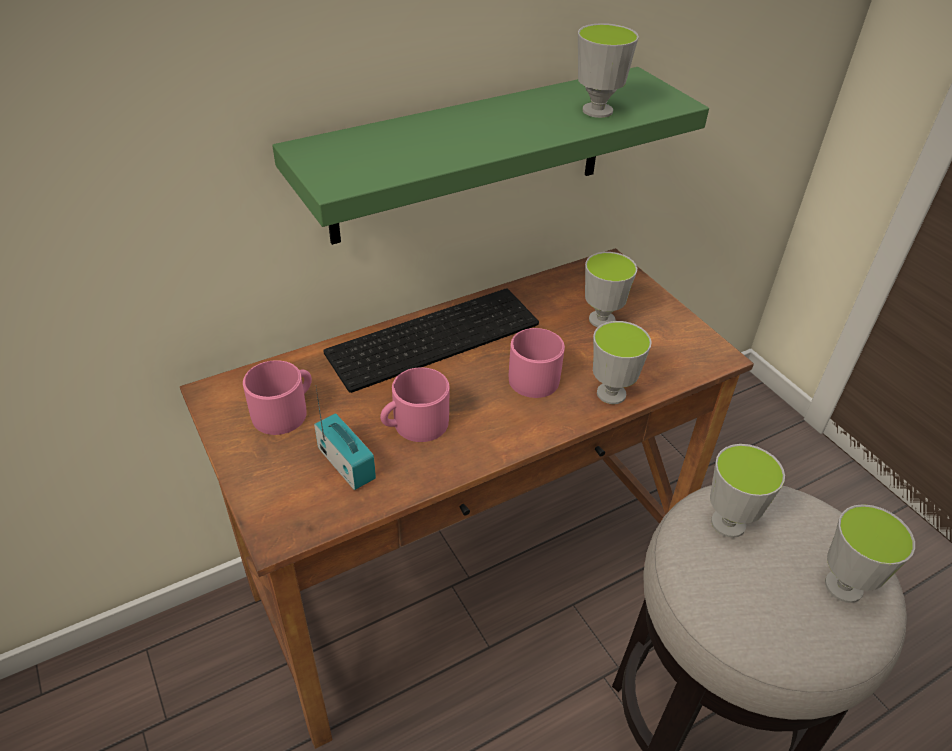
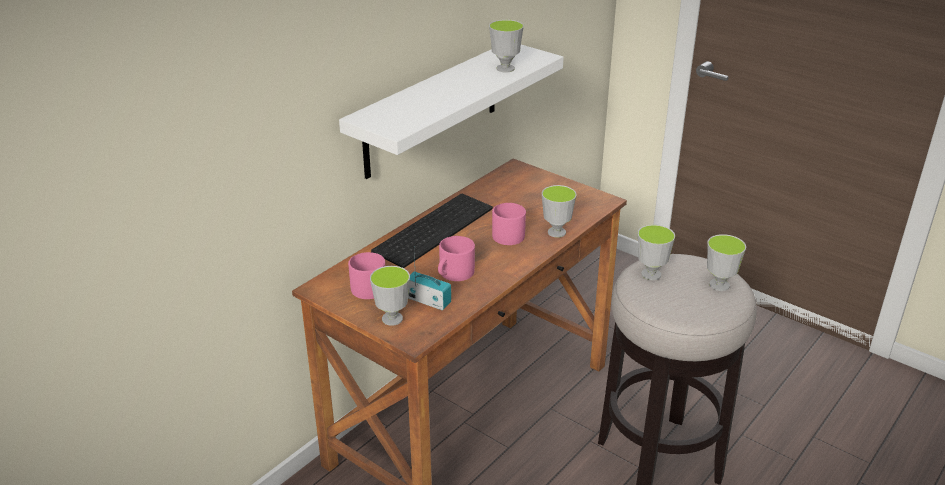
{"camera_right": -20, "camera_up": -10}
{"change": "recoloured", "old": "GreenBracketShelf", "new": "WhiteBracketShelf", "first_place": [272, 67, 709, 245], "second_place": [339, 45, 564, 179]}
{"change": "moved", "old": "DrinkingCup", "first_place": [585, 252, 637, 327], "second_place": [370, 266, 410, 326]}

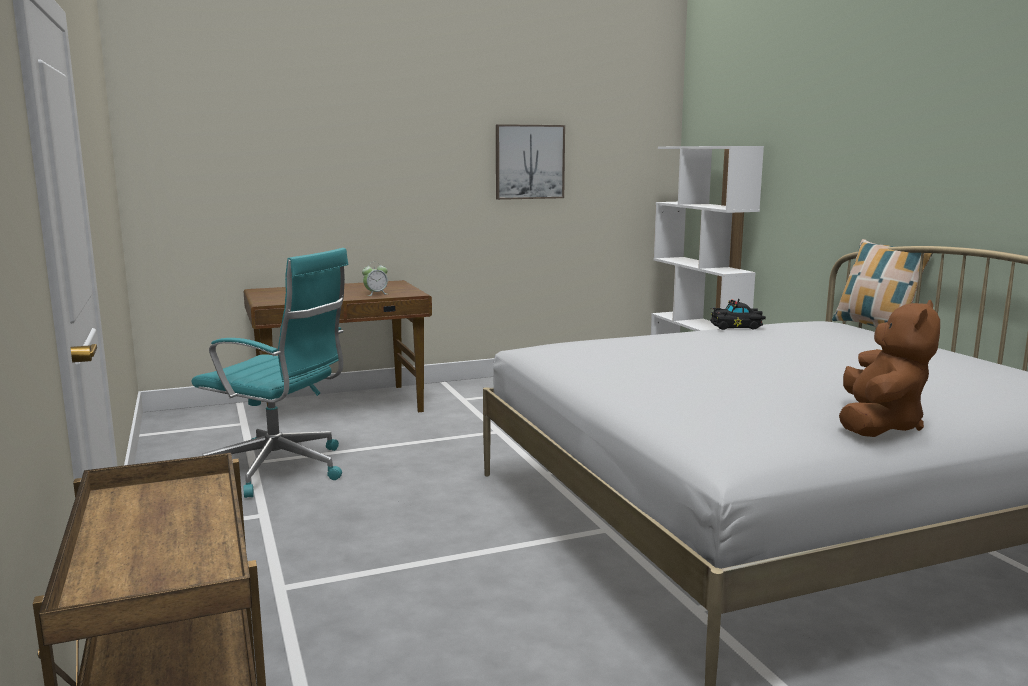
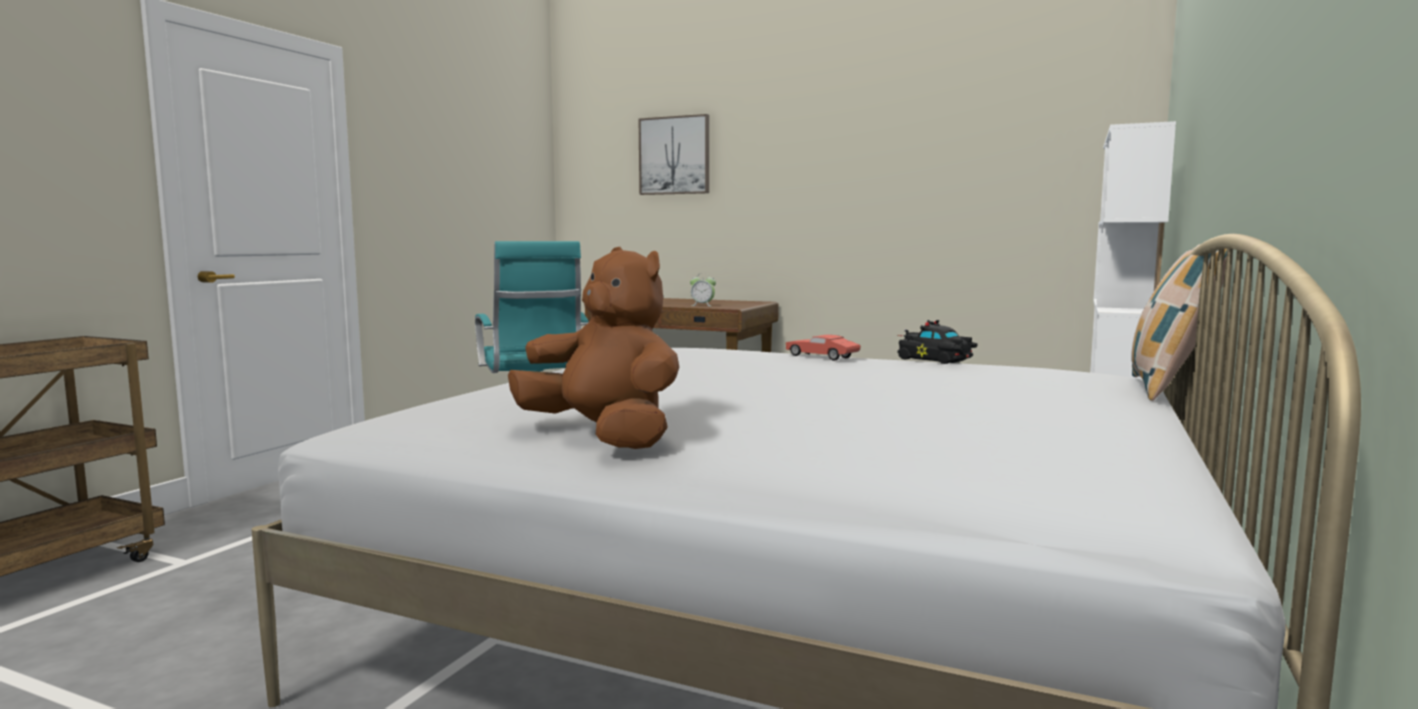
{"camera_right": 45, "camera_up": -5}
{"change": "turned", "old": "BrownishPlushToy", "first_place": [839, 300, 940, 437], "second_place": [508, 247, 679, 449], "degrees": -120}
{"change": "moved", "old": "Picture", "first_place": [496, 124, 565, 200], "second_place": [639, 114, 709, 195]}
{"change": "added", "new": "RedColouredMiniatureCar", "second_place": [786, 335, 861, 361]}

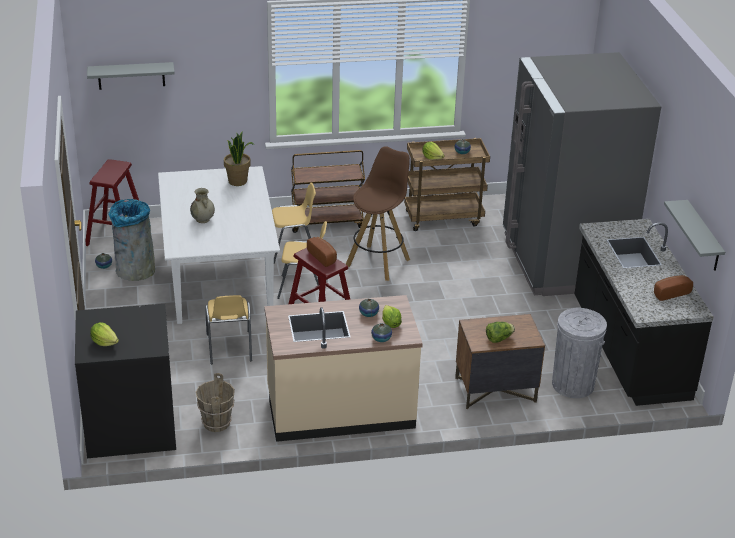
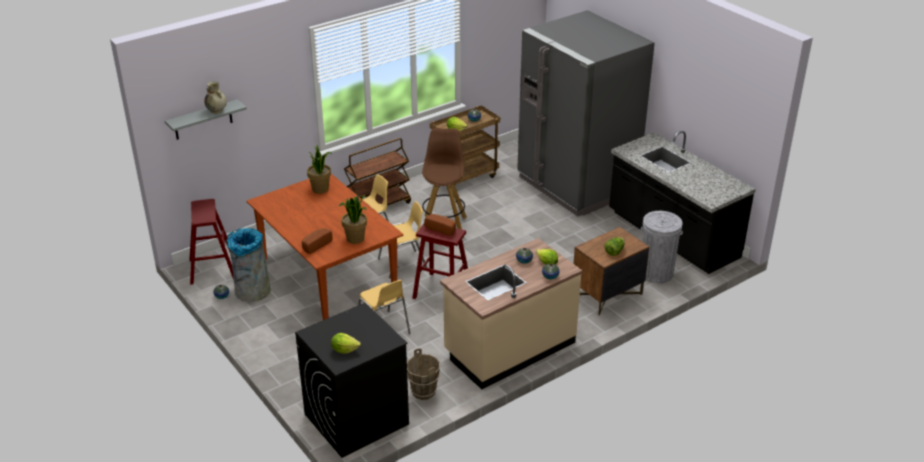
{"camera_right": -25, "camera_up": 0}
{"change": "moved", "old": "BeigeColouredFlowerVase", "first_place": [190, 188, 215, 223], "second_place": [204, 81, 227, 114]}
{"change": "recoloured", "old": "WhiteDiningTable", "new": "BrownishDiningTable", "first_place": [158, 166, 280, 324], "second_place": [247, 174, 403, 320]}
{"change": "moved", "old": "Bread", "first_place": [654, 275, 693, 301], "second_place": [302, 228, 333, 254]}
{"change": "added", "new": "Houseplant", "second_place": [339, 195, 367, 244]}
{"change": "removed", "old": "GreyishBracketShelf", "first_place": [664, 200, 725, 271]}

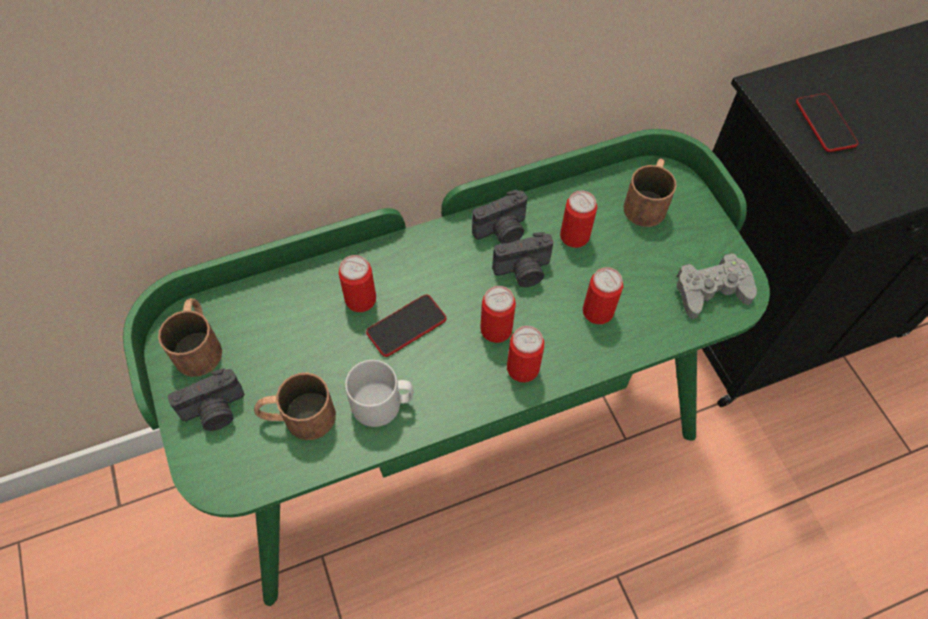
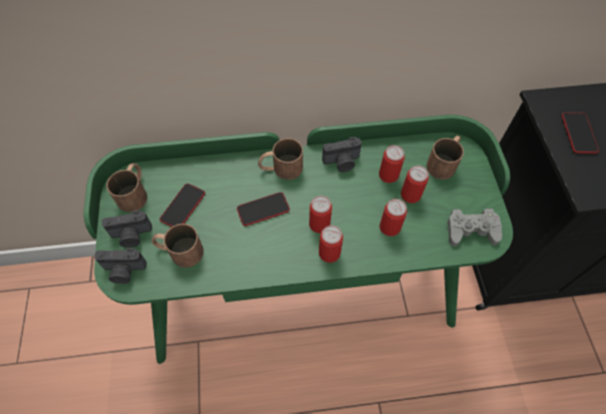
{"camera_right": 15, "camera_up": 0}
{"change": "moved", "old": "PhotoCamera", "first_place": [492, 232, 554, 287], "second_place": [94, 248, 147, 284]}
{"change": "added", "new": "Phone", "second_place": [160, 183, 205, 227]}
{"change": "added", "new": "BrownishMug", "second_place": [258, 138, 303, 180]}
{"change": "moved", "old": "Can", "first_place": [339, 255, 376, 312], "second_place": [401, 166, 429, 203]}
{"change": "removed", "old": "GreyishMug", "first_place": [345, 360, 414, 427]}

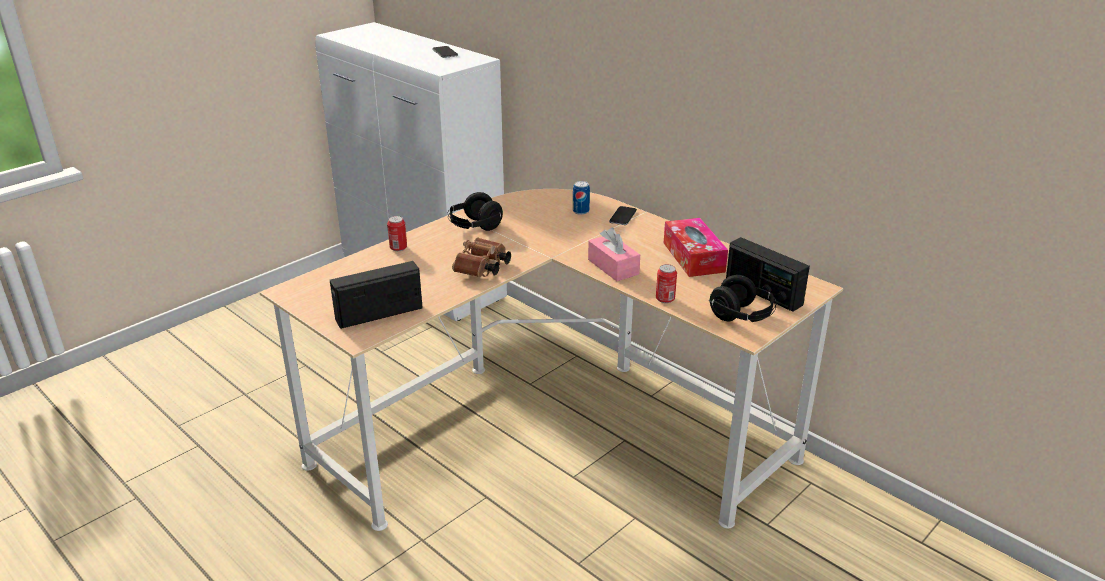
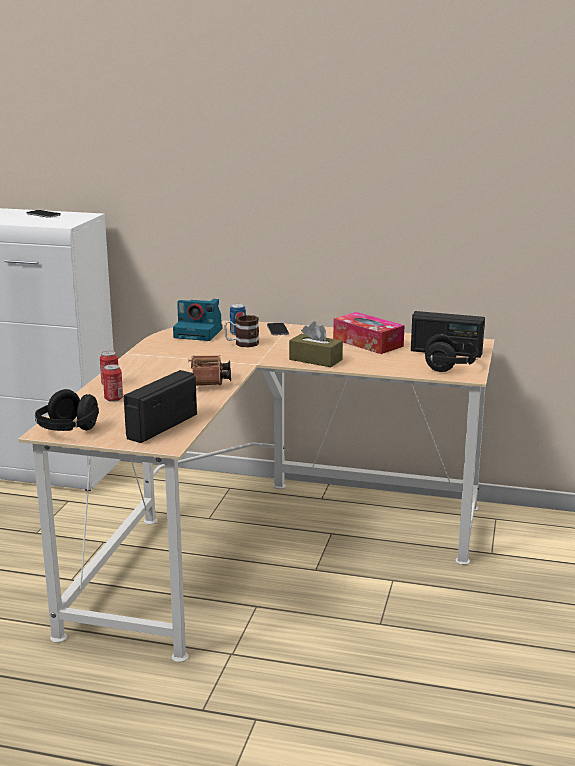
{"camera_right": -30, "camera_up": -10}
{"change": "moved", "old": "BlackColouredHeadset", "first_place": [448, 192, 503, 231], "second_place": [35, 389, 99, 431]}
{"change": "moved", "old": "Can", "first_place": [656, 264, 677, 303], "second_place": [103, 364, 123, 402]}
{"change": "added", "new": "PhotoCamera", "second_place": [173, 299, 223, 341]}
{"change": "added", "new": "Mug", "second_place": [224, 315, 259, 347]}
{"change": "recoloured", "old": "PinkColouredBoxOfTissues", "new": "BrownishBoxOfTissues", "first_place": [588, 227, 640, 281], "second_place": [289, 321, 343, 367]}

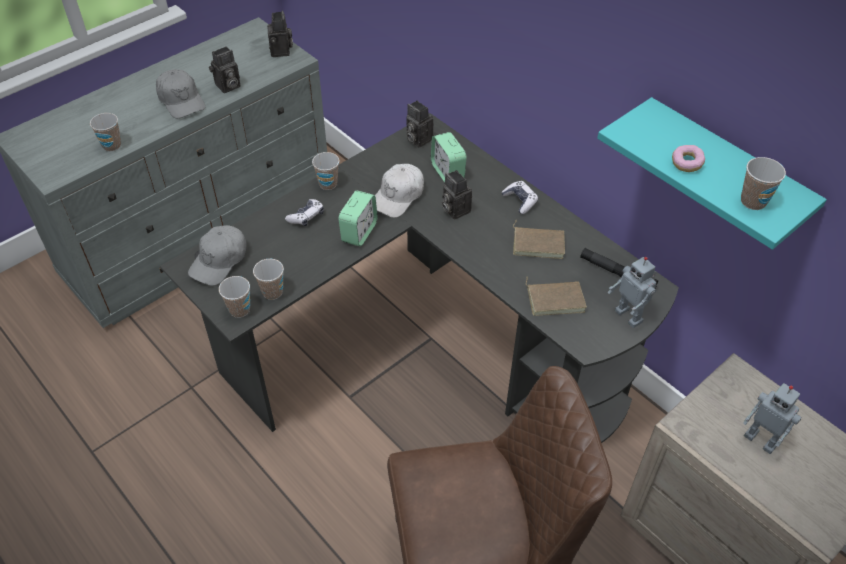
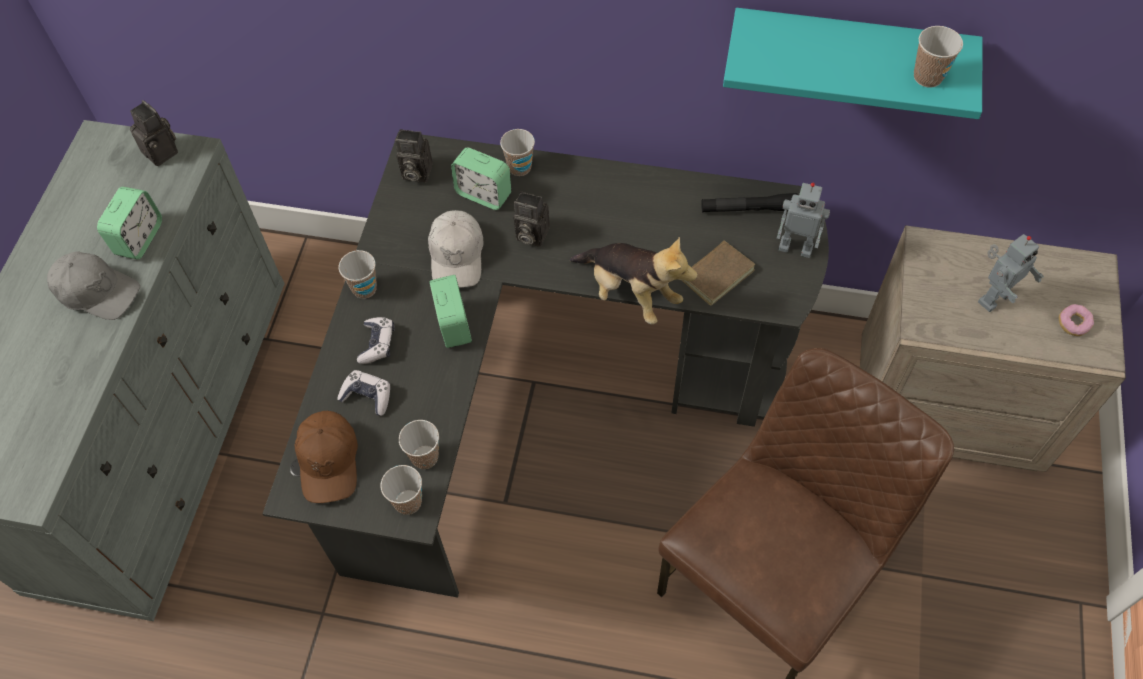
{"camera_right": -35, "camera_up": 10}
{"change": "replaced", "old": "PhotoCamera", "new": "BedsideClock", "first_place": [209, 46, 241, 93], "second_place": [97, 187, 162, 259]}
{"change": "recoloured", "old": "GreyishCap", "new": "BrownishCap", "first_place": [188, 225, 247, 286], "second_place": [294, 411, 358, 503]}
{"change": "moved", "old": "GameController", "first_place": [501, 181, 538, 214], "second_place": [337, 370, 390, 416]}
{"change": "moved", "old": "DrinkingCup", "first_place": [90, 113, 121, 151], "second_place": [500, 129, 535, 176]}
{"change": "added", "new": "PlushToy", "second_place": [570, 237, 698, 324]}
{"change": "turned", "old": "ToyRobot", "first_place": [743, 383, 801, 454], "second_place": [978, 234, 1044, 312], "degrees": -45}
{"change": "moved", "old": "Donut", "first_place": [672, 145, 705, 172], "second_place": [1059, 304, 1094, 336]}
{"change": "removed", "old": "BrownishBoundBook", "first_place": [513, 220, 565, 259]}

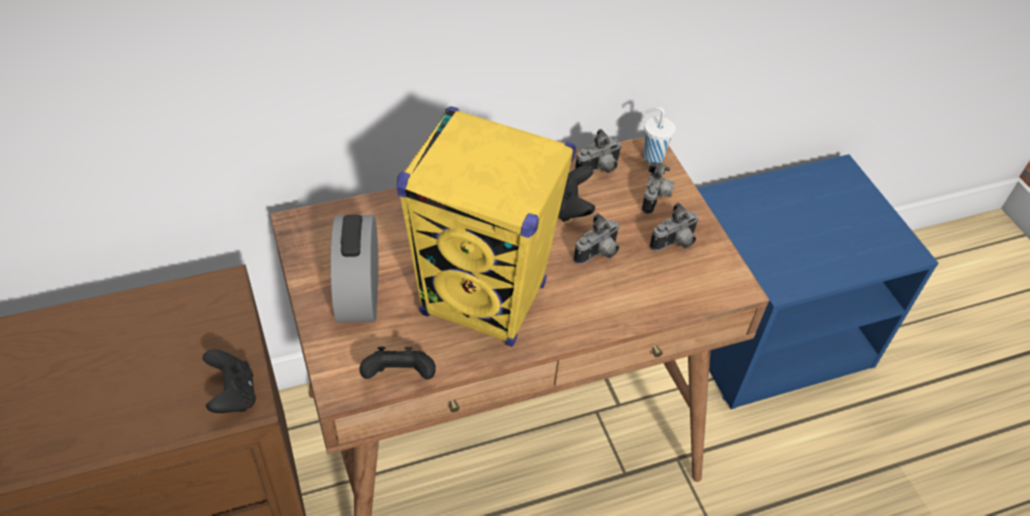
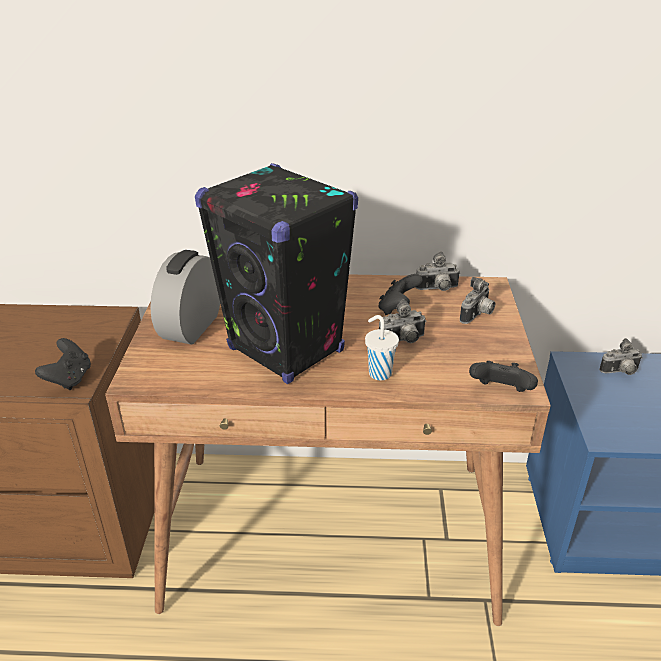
{"camera_right": 25, "camera_up": -15}
{"change": "recoloured", "old": "YellowColouredAudioSpeaker", "new": "BlackColouredAudioSpeaker", "first_place": [397, 106, 576, 347], "second_place": [195, 163, 358, 384]}
{"change": "moved", "old": "WhiteDrinkingCup", "first_place": [643, 107, 676, 163], "second_place": [365, 315, 399, 381]}
{"change": "moved", "old": "BlackColouredGameController", "first_place": [360, 347, 436, 380], "second_place": [469, 361, 538, 392]}
{"change": "moved", "old": "PhotoCamera", "first_place": [650, 202, 699, 251], "second_place": [599, 338, 643, 375]}

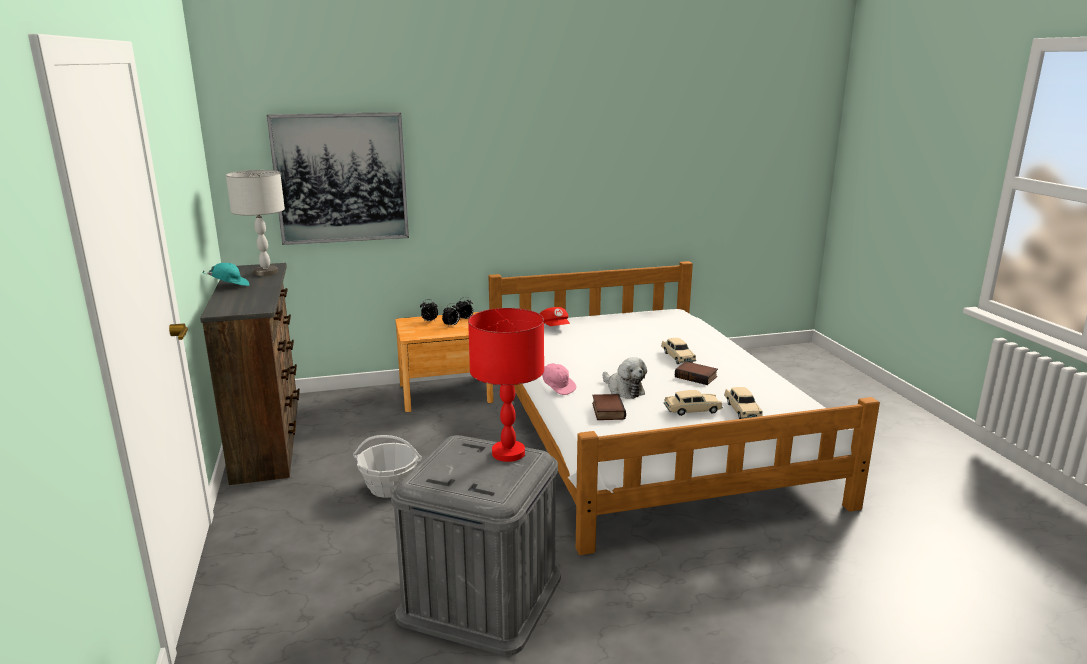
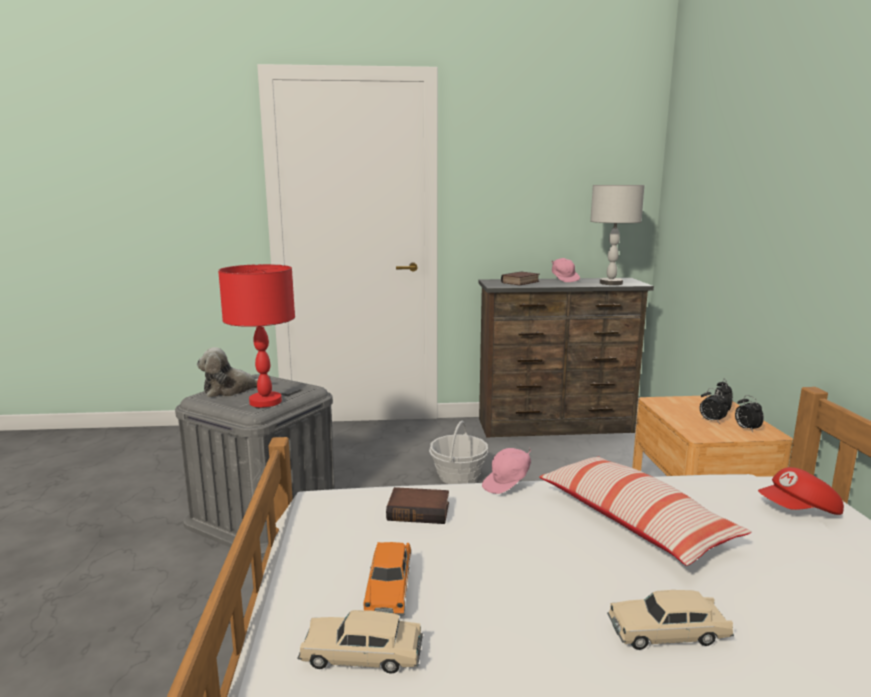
{"camera_right": 100, "camera_up": -5}
{"change": "moved", "old": "PlushToy", "first_place": [603, 357, 647, 399], "second_place": [197, 347, 271, 397]}
{"change": "recoloured", "old": "BeigeColouredMiniatureCar", "new": "OrangeyMiniatureCar", "first_place": [664, 390, 723, 416], "second_place": [364, 542, 411, 616]}
{"change": "moved", "old": "BoundBook", "first_place": [675, 361, 718, 385], "second_place": [501, 272, 540, 285]}
{"change": "added", "new": "Cushion", "second_place": [539, 456, 752, 566]}
{"change": "recoloured", "old": "BlueGreenCap", "new": "PinkColouredCap", "first_place": [202, 263, 250, 286], "second_place": [551, 258, 580, 282]}
{"change": "removed", "old": "Picture", "first_place": [267, 112, 409, 245]}

